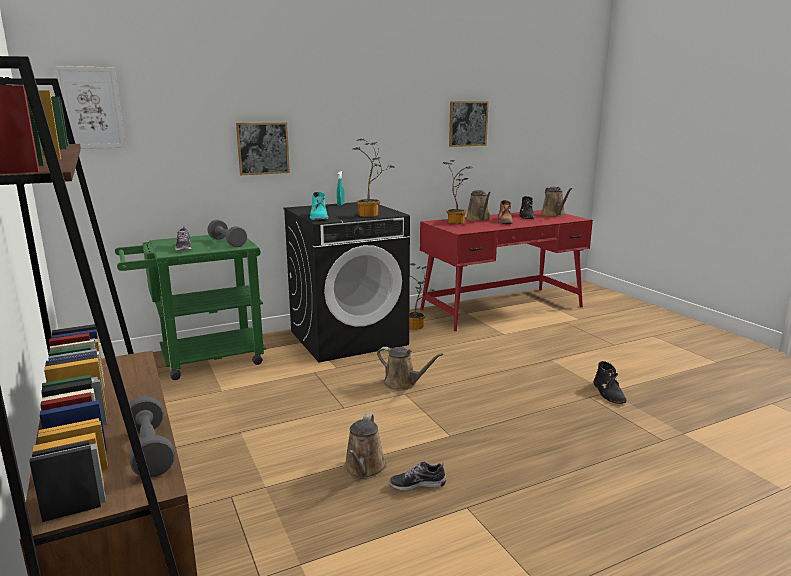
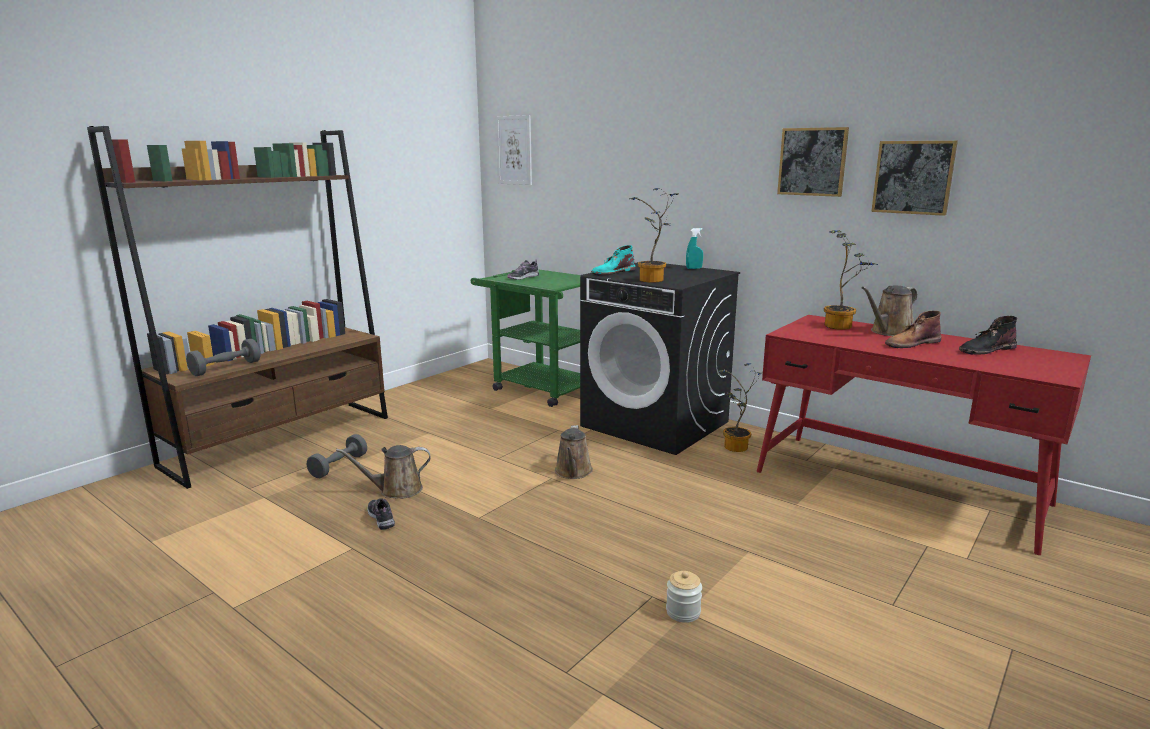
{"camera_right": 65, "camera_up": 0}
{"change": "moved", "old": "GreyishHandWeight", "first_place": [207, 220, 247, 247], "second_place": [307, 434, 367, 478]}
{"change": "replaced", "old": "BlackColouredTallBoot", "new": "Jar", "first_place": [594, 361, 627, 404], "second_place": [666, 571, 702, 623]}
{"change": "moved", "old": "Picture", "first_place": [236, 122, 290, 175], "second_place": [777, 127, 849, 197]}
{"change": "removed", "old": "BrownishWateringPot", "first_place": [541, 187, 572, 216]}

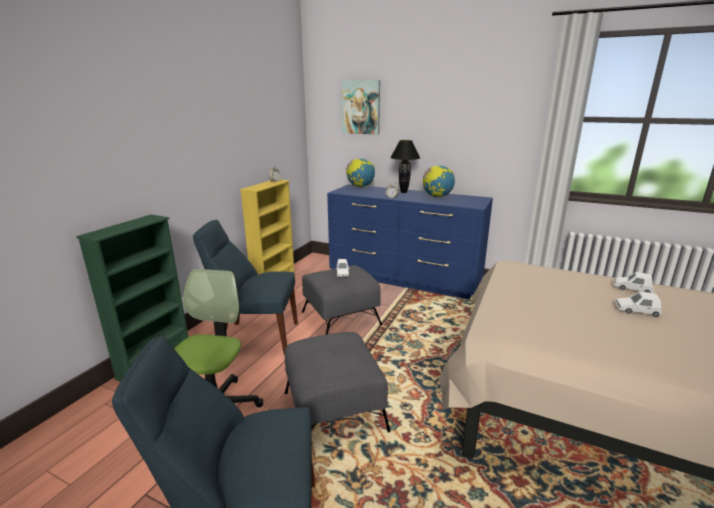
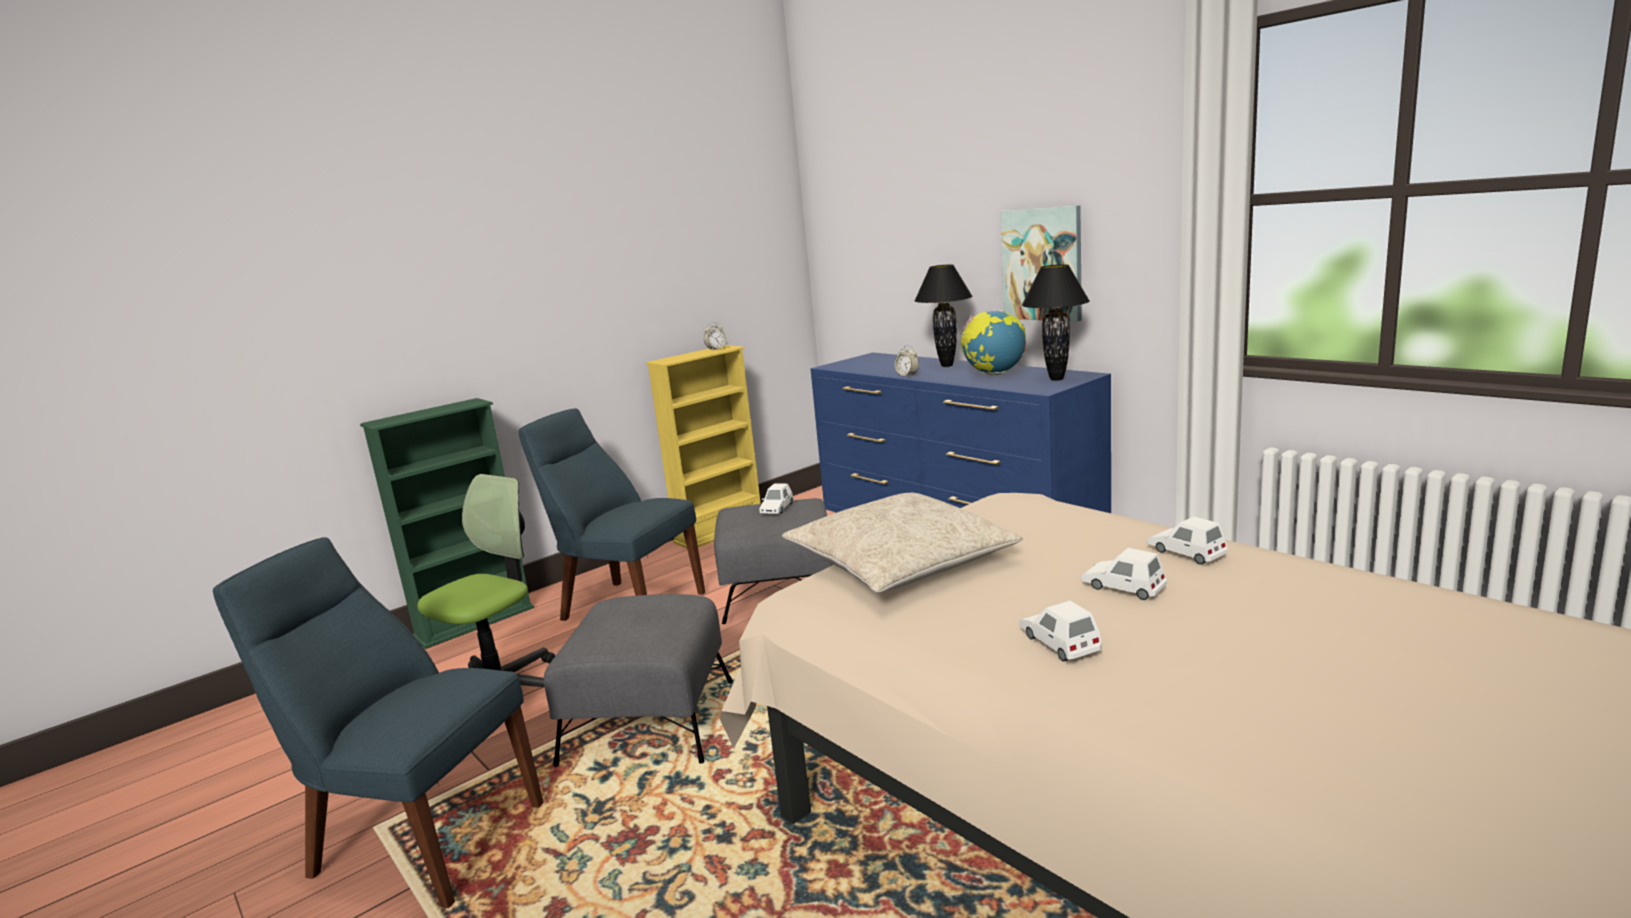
{"camera_right": 25, "camera_up": -5}
{"change": "added", "new": "BeigeColouredCushion", "second_place": [782, 493, 1023, 593]}
{"change": "moved", "old": "Picture", "first_place": [341, 80, 380, 135], "second_place": [1000, 205, 1082, 322]}
{"change": "added", "new": "WhiteMiniatureCar", "second_place": [1019, 601, 1102, 662]}
{"change": "added", "new": "BlackColouredLampForATable", "second_place": [1022, 264, 1090, 381]}
{"change": "removed", "old": "Globe", "first_place": [346, 158, 375, 188]}

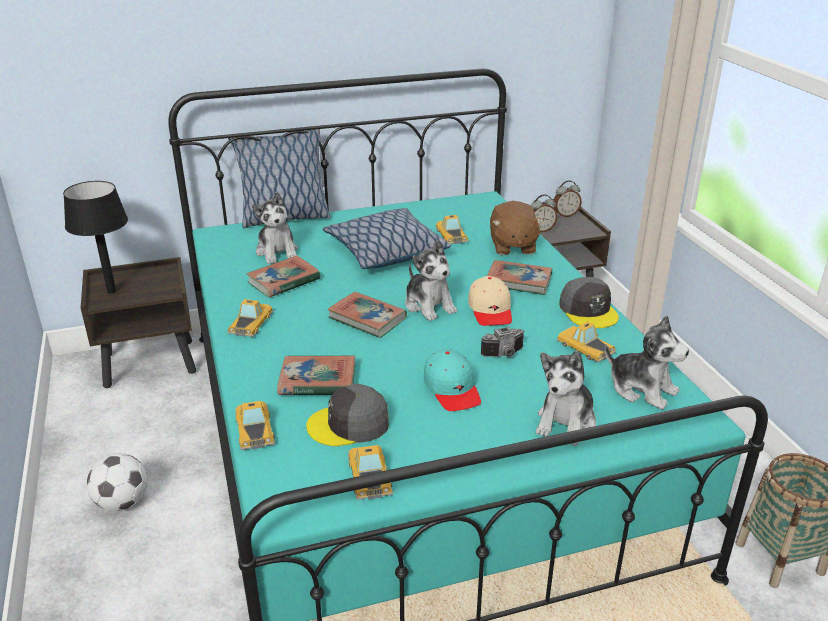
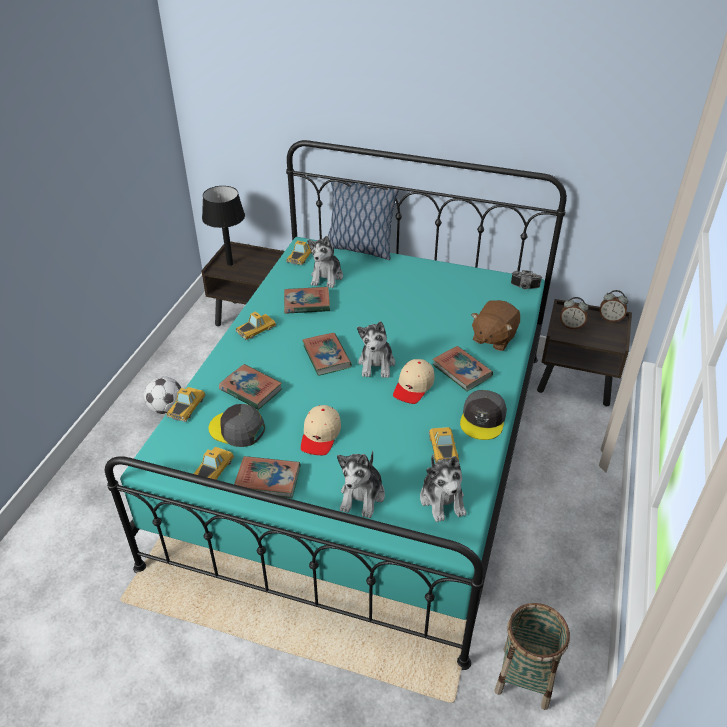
{"camera_right": 35, "camera_up": 10}
{"change": "added", "new": "BoundBook", "second_place": [234, 456, 300, 498]}
{"change": "moved", "old": "MiniatureCar", "first_place": [435, 215, 469, 244], "second_place": [286, 240, 312, 265]}
{"change": "recoloured", "old": "BlueGreenCap", "new": "BeigeColouredCap", "first_place": [424, 349, 481, 411], "second_place": [301, 405, 341, 455]}
{"change": "turned", "old": "PlushToy", "first_place": [536, 350, 596, 446], "second_place": [337, 451, 385, 518], "degrees": -45}
{"change": "moved", "old": "PhotoCamera", "first_place": [481, 327, 525, 357], "second_place": [511, 270, 542, 289]}
{"change": "removed", "old": "Cushion", "first_place": [323, 208, 451, 269]}

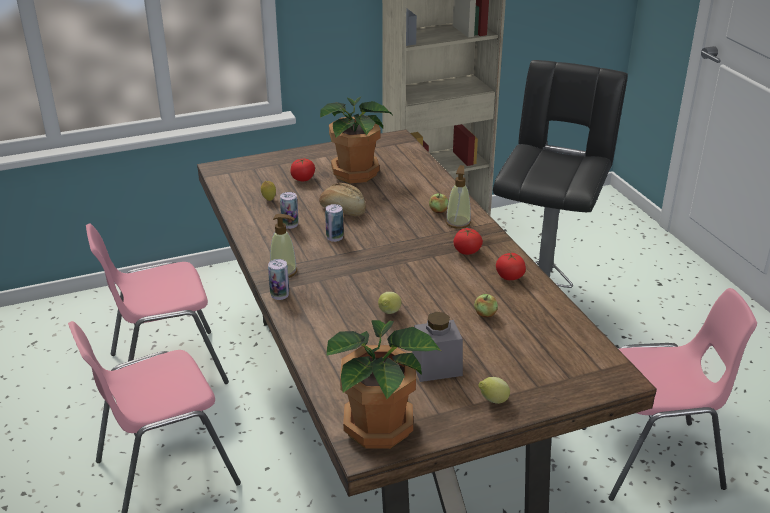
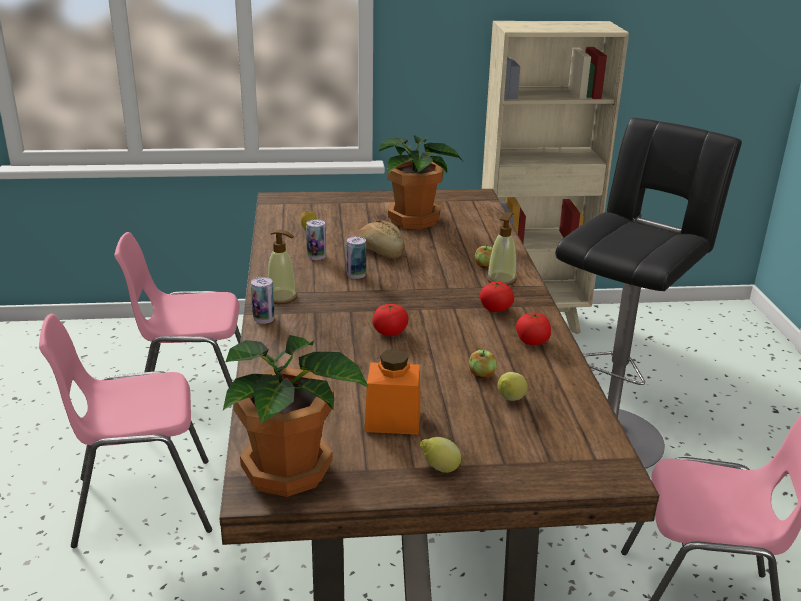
{"camera_right": 15, "camera_up": -5}
{"change": "recoloured", "old": "GreyishJar", "new": "OrangeyJar", "first_place": [412, 312, 463, 382], "second_place": [364, 349, 420, 435]}
{"change": "moved", "old": "WholeTomato", "first_place": [290, 159, 315, 181], "second_place": [373, 304, 408, 336]}
{"change": "moved", "old": "WholeLemon", "first_place": [378, 292, 401, 314], "second_place": [497, 372, 528, 401]}

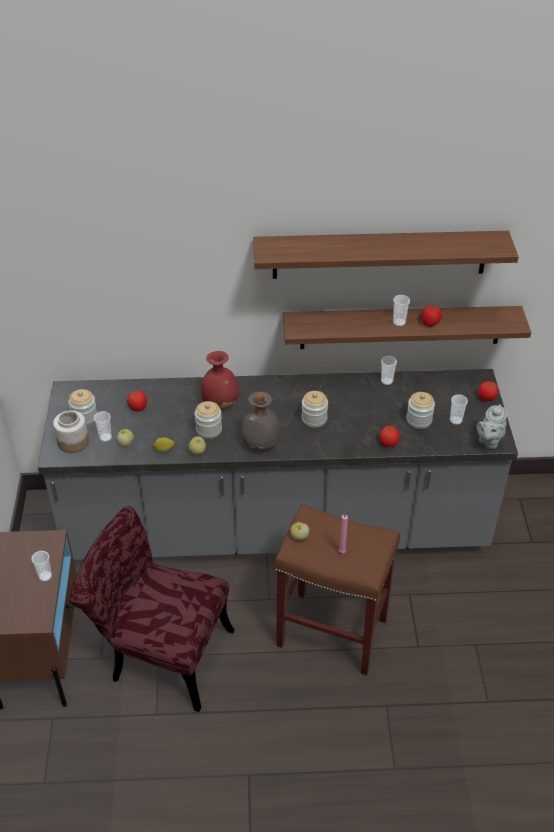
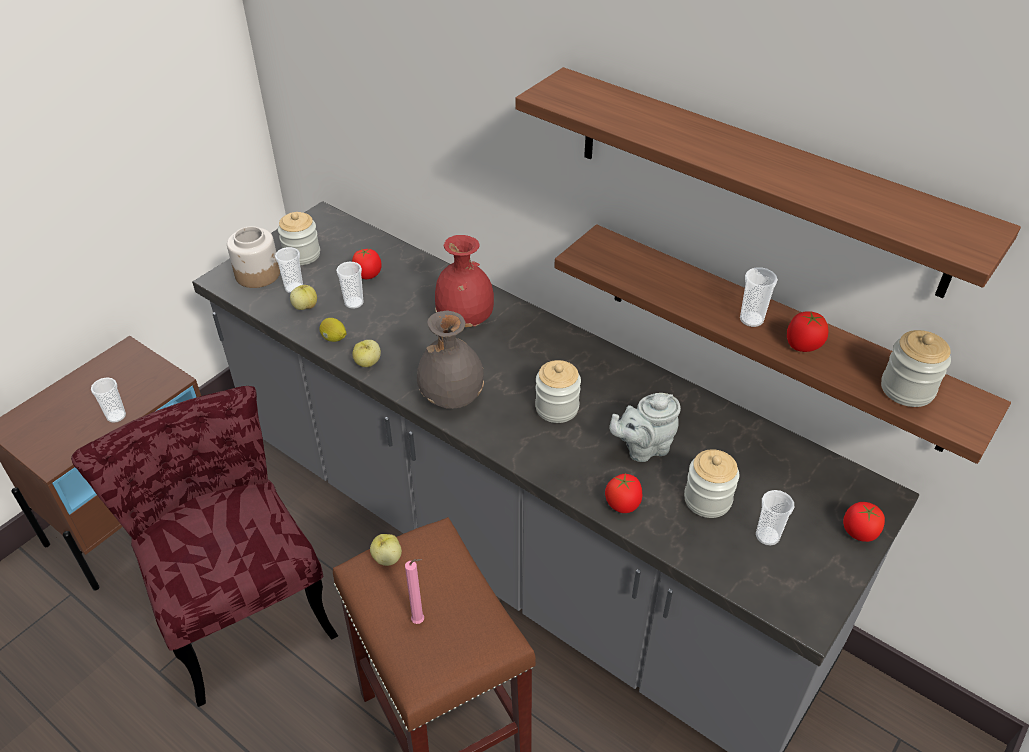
{"camera_right": 40, "camera_up": 0}
{"change": "moved", "old": "DrinkingCup", "first_place": [381, 356, 397, 385], "second_place": [336, 262, 364, 309]}
{"change": "moved", "old": "GreyishTeaPot", "first_place": [477, 404, 507, 449], "second_place": [609, 393, 681, 462]}
{"change": "moved", "old": "Jar", "first_place": [195, 401, 222, 439], "second_place": [881, 330, 951, 407]}

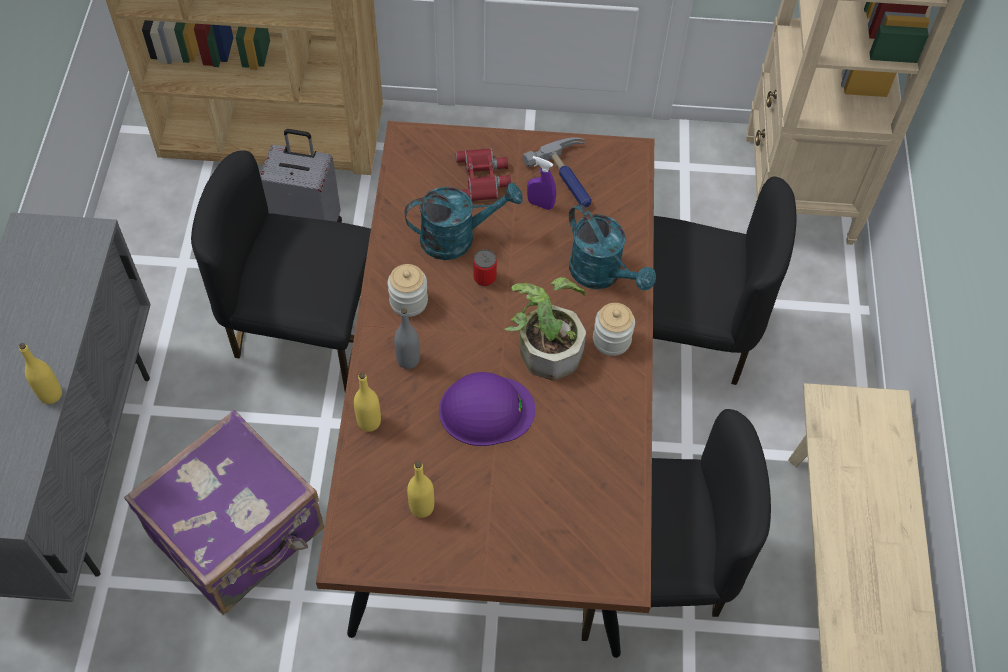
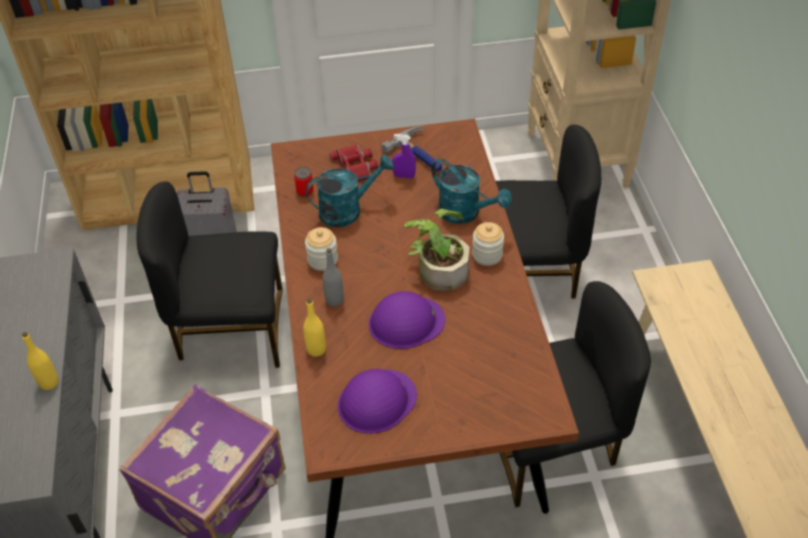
{"camera_right": -10, "camera_up": -10}
{"change": "moved", "old": "Can", "first_place": [474, 249, 497, 286], "second_place": [294, 167, 314, 197]}
{"change": "replaced", "old": "YellowColouredDrinkBottle", "new": "PurplishWorkHelmet", "first_place": [407, 461, 434, 518], "second_place": [338, 369, 417, 434]}

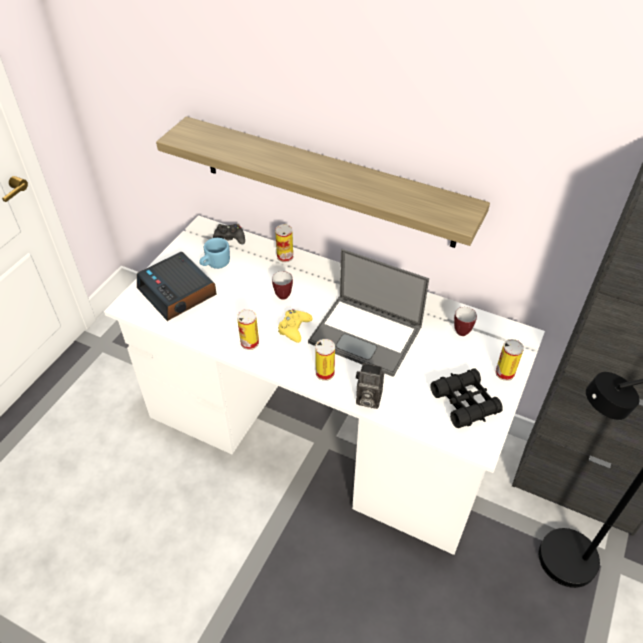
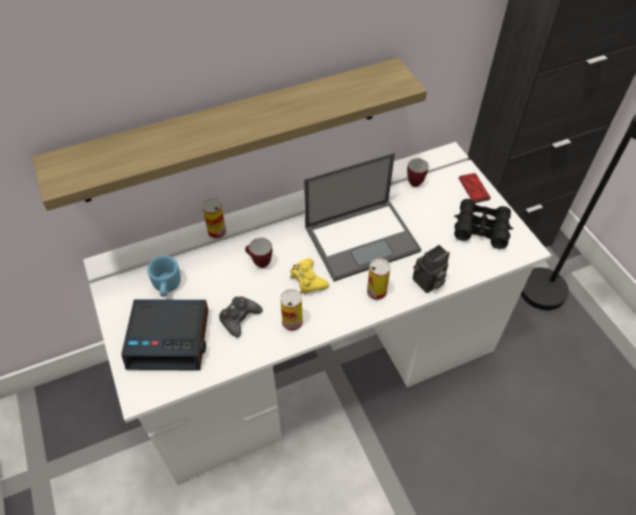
{"camera_right": -50, "camera_up": 5}
{"change": "moved", "old": "BlackColouredGameController", "first_place": [213, 224, 245, 245], "second_place": [219, 296, 263, 338]}
{"change": "replaced", "old": "Can", "new": "Phone", "first_place": [495, 339, 524, 381], "second_place": [459, 173, 491, 203]}

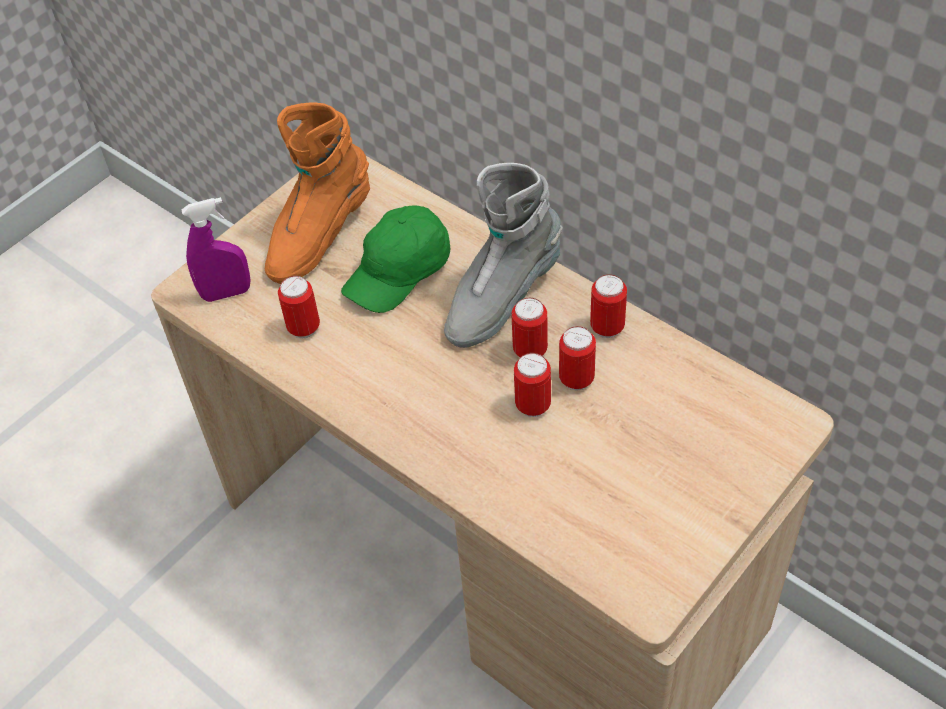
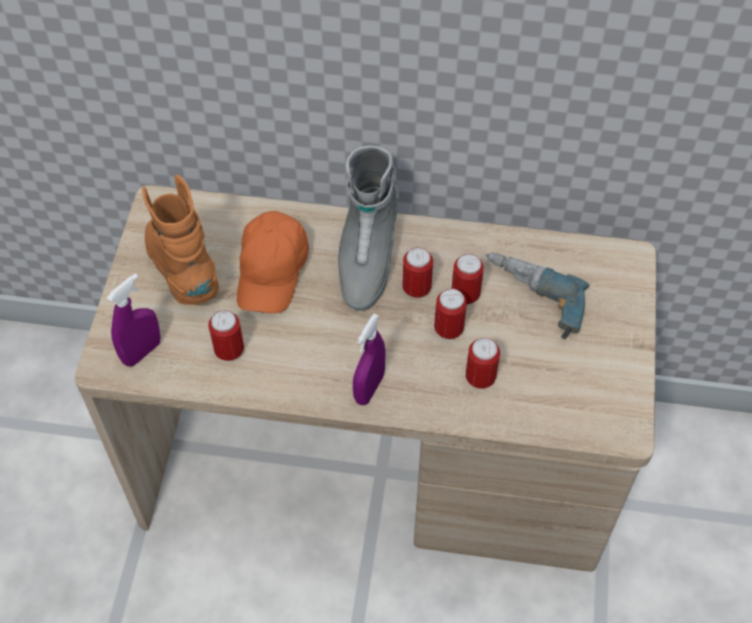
{"camera_right": -35, "camera_up": 5}
{"change": "turned", "old": "OrangeyTallBoot", "first_place": [265, 102, 370, 284], "second_place": [142, 174, 219, 305], "degrees": 150}
{"change": "recoloured", "old": "GreenCap", "new": "OrangeyCap", "first_place": [341, 205, 450, 313], "second_place": [237, 211, 309, 313]}
{"change": "added", "new": "PurplishHandSprayer", "second_place": [353, 314, 386, 405]}
{"change": "moved", "old": "Can", "first_place": [590, 274, 627, 338], "second_place": [466, 338, 500, 389]}
{"change": "added", "new": "PowerDrill", "second_place": [485, 252, 589, 339]}

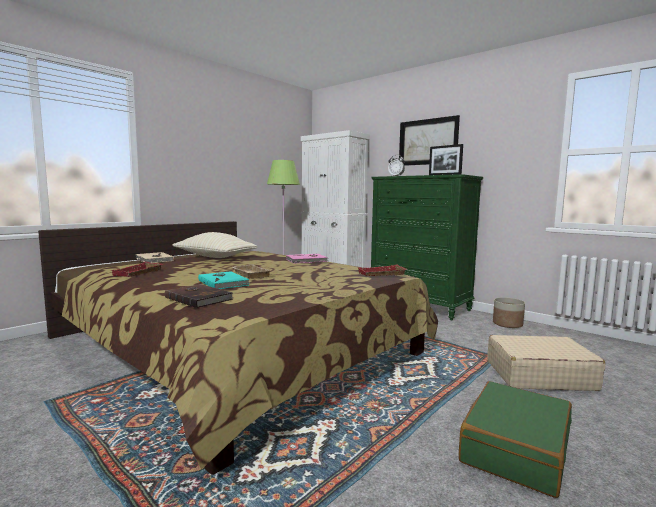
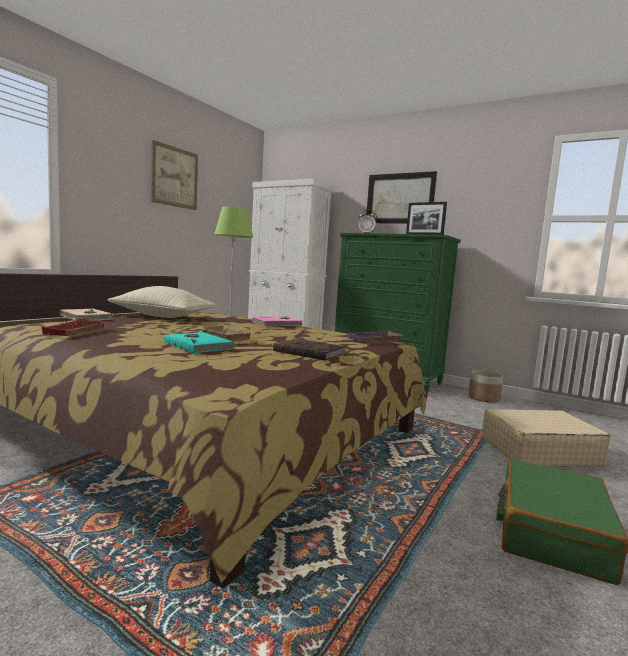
{"camera_right": -10, "camera_up": 0}
{"change": "added", "new": "Picture", "second_place": [151, 140, 198, 210]}
{"change": "moved", "old": "BrownishBoundBook", "first_place": [165, 284, 233, 308], "second_place": [273, 338, 346, 361]}
{"change": "recoloured", "old": "RedColouredCarryingTray", "new": "PurplishCarryingTray", "first_place": [357, 264, 406, 276], "second_place": [348, 330, 403, 342]}

